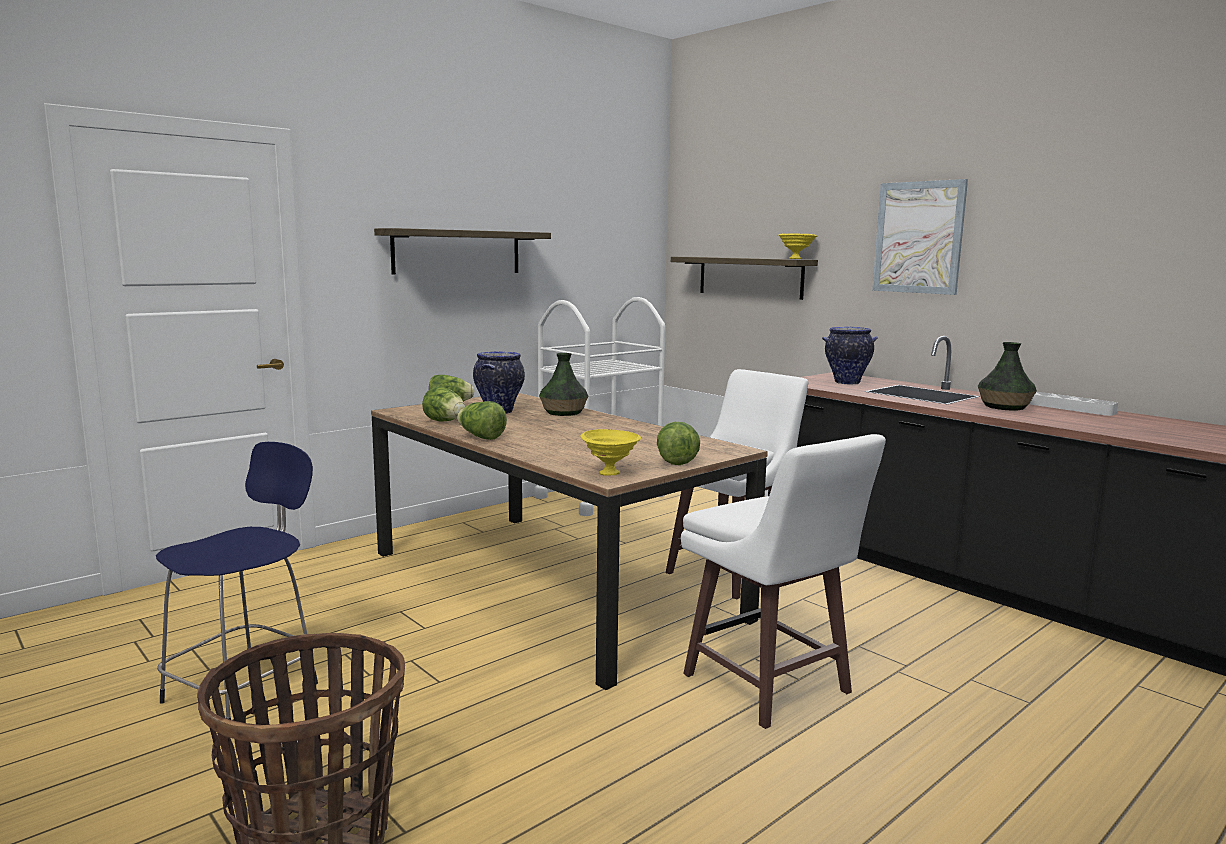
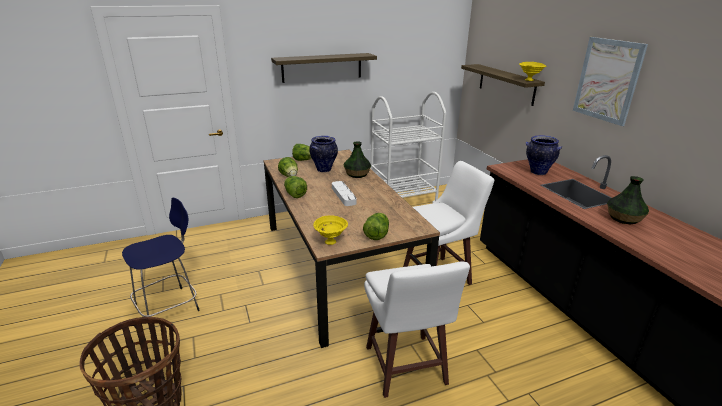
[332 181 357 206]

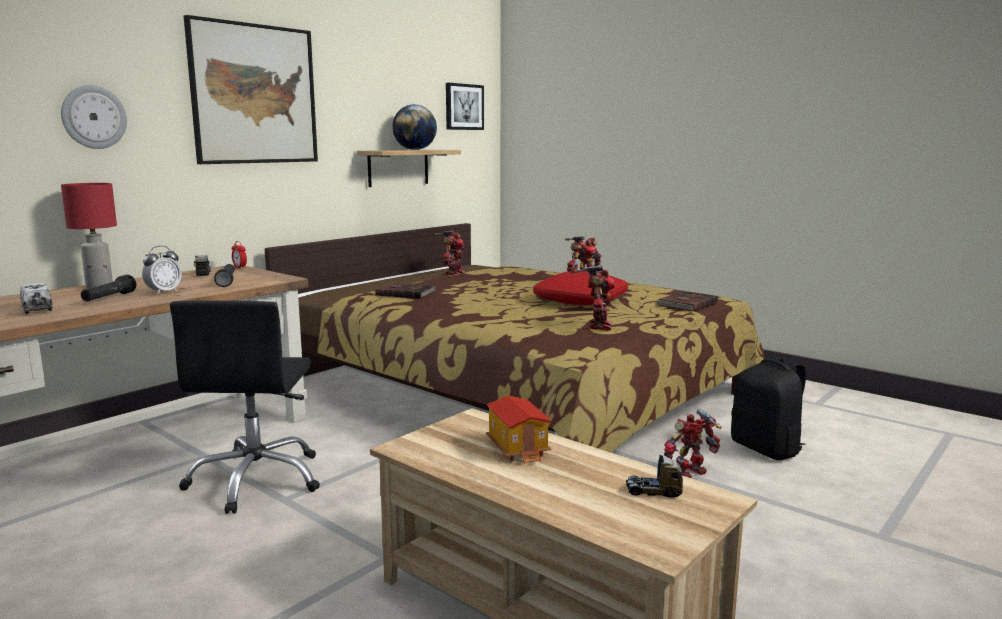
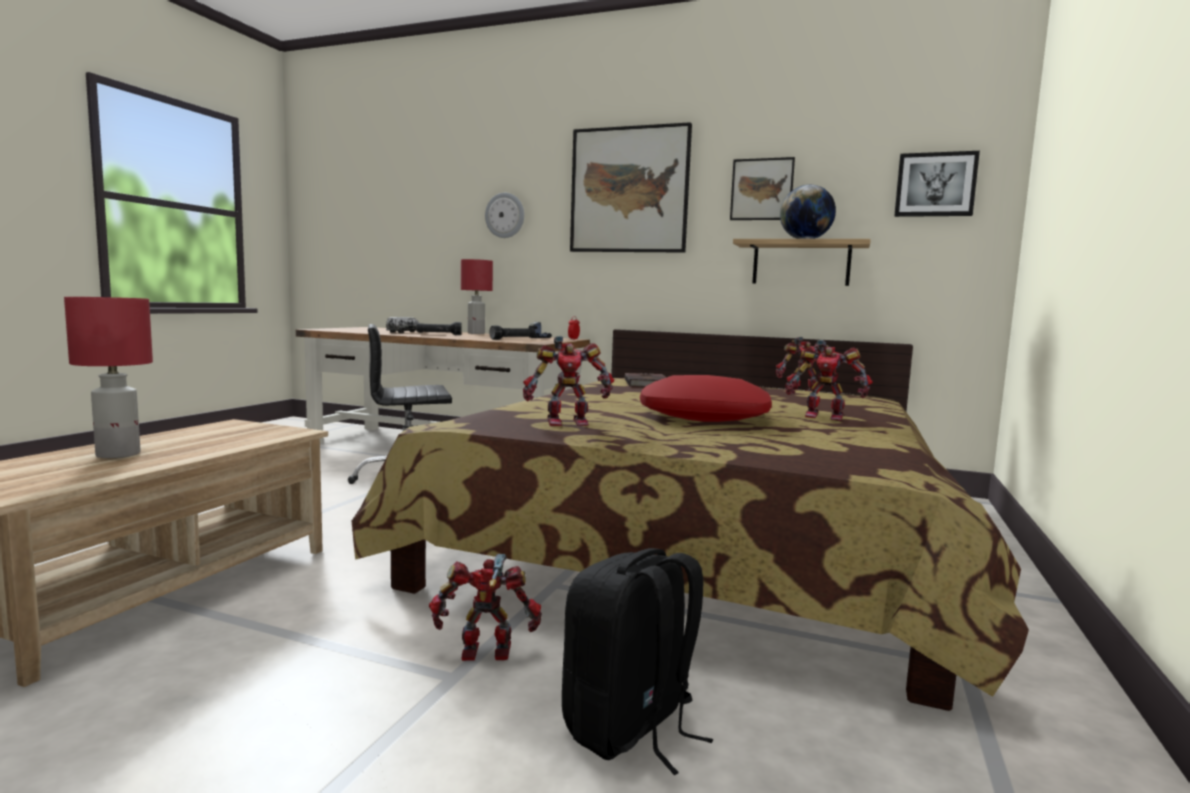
[142 246 182 294] (first image)
[486 395 552 464] (first image)
[626 455 683 498] (first image)
[656 291 718 311] (first image)
[64 297 153 458]
[730 157 795 220]
[429 554 542 661]

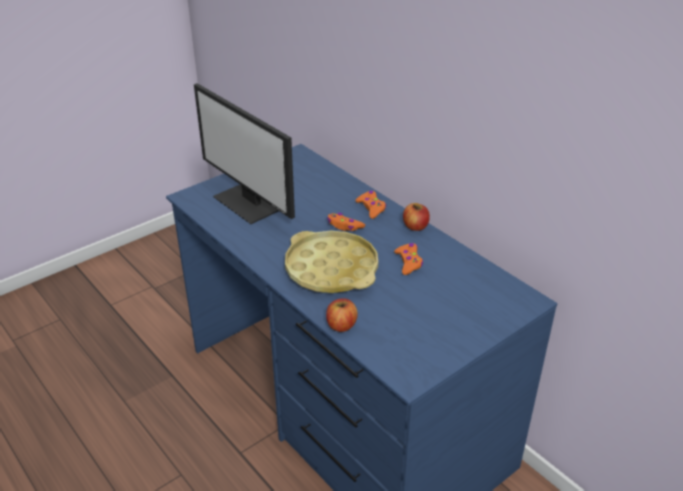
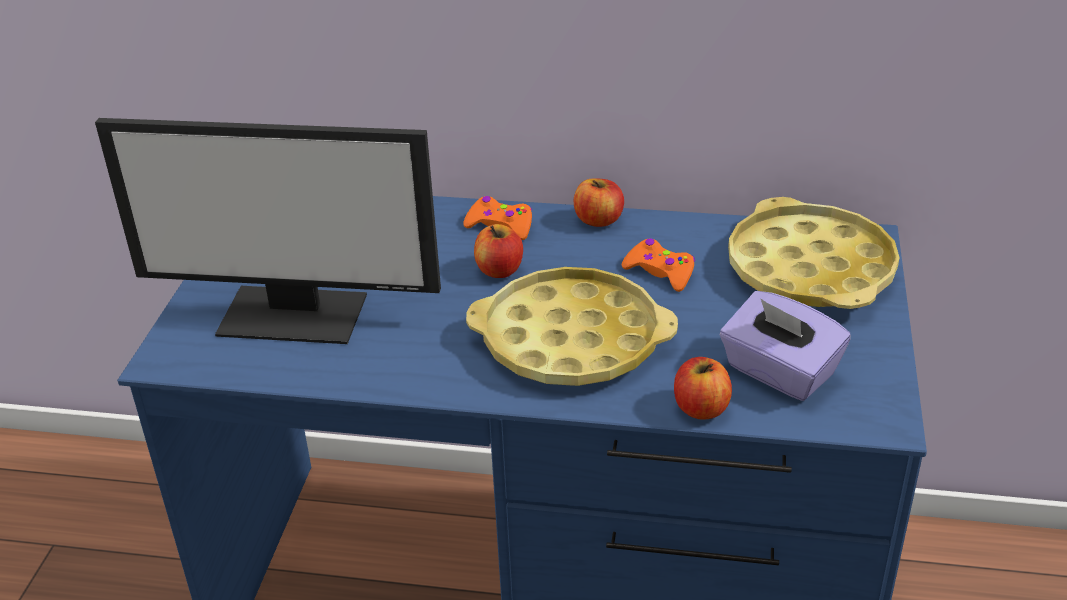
[720 291 851 401]
[728 197 900 309]
[474 224 523 278]

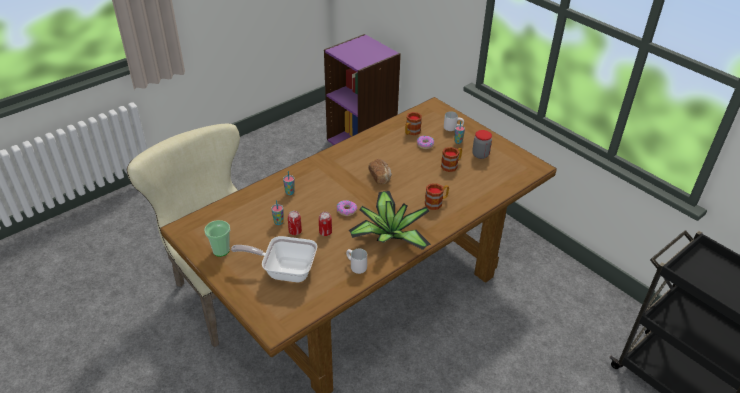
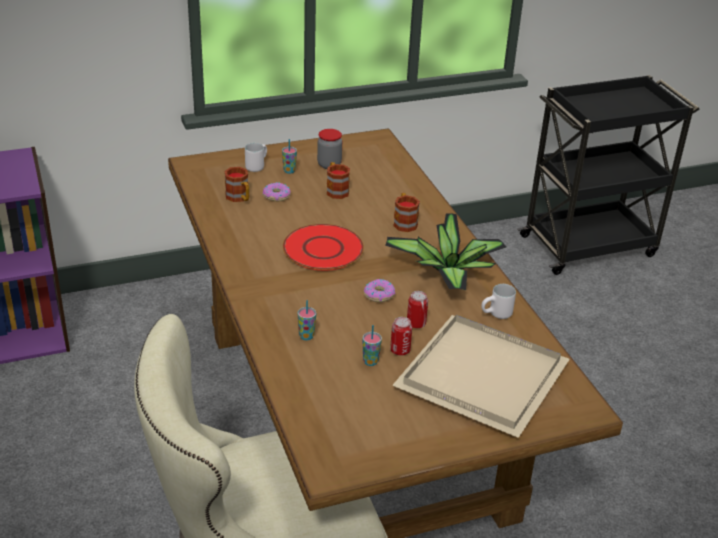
[204 220 230 257] (first image)
[392 315 570 438]
[283 224 364 271]

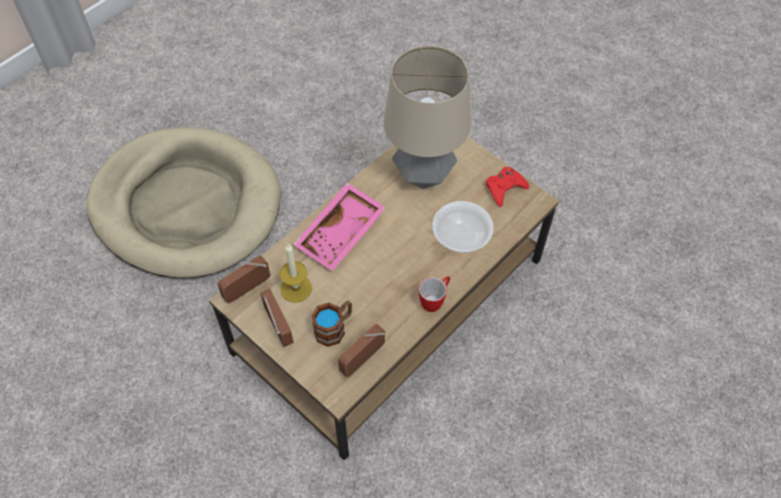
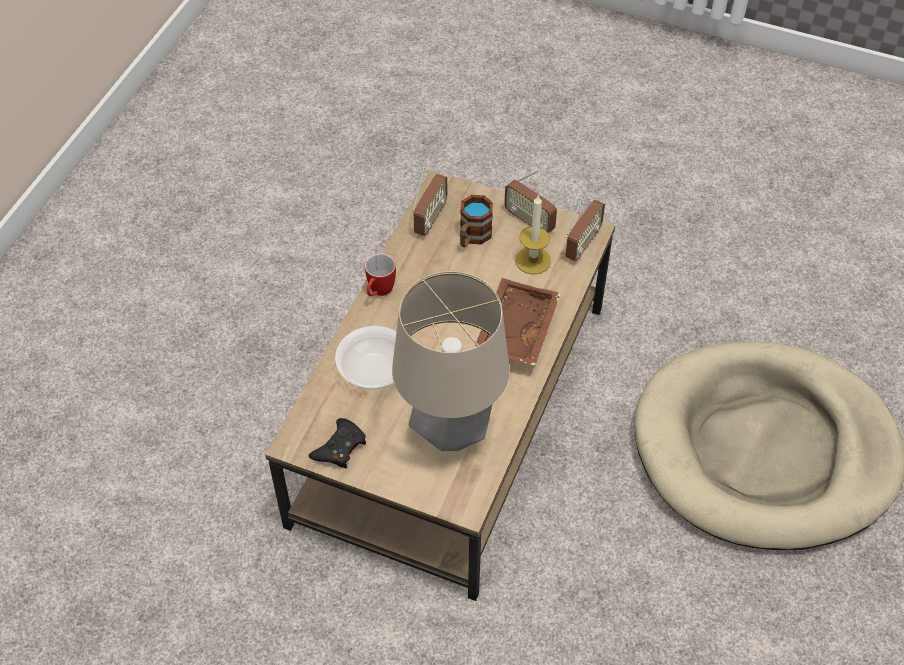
[474 278 561 366]
[308 418 366 469]

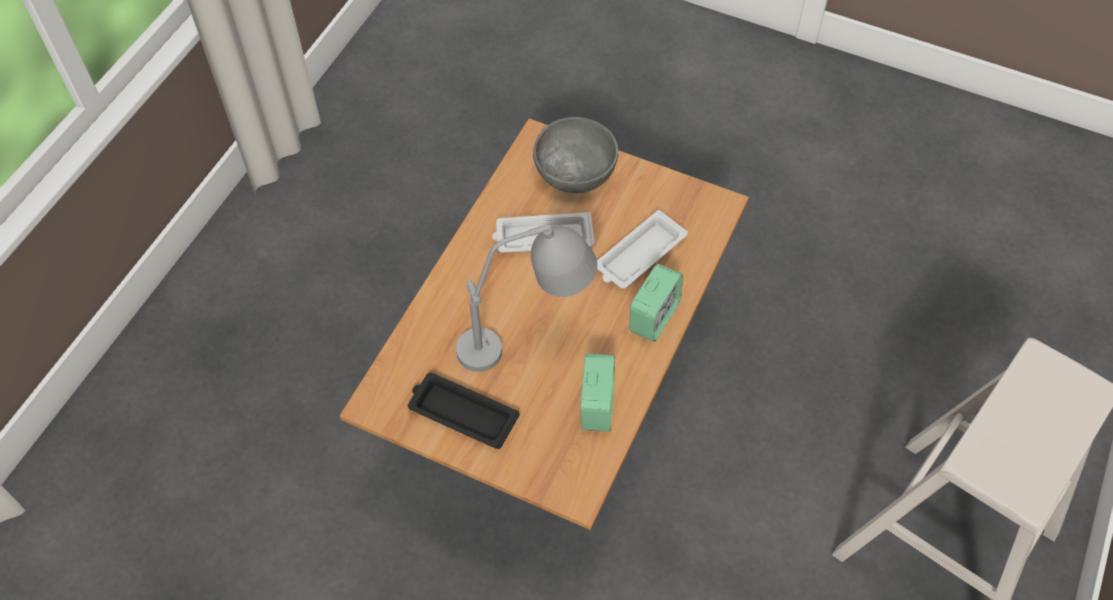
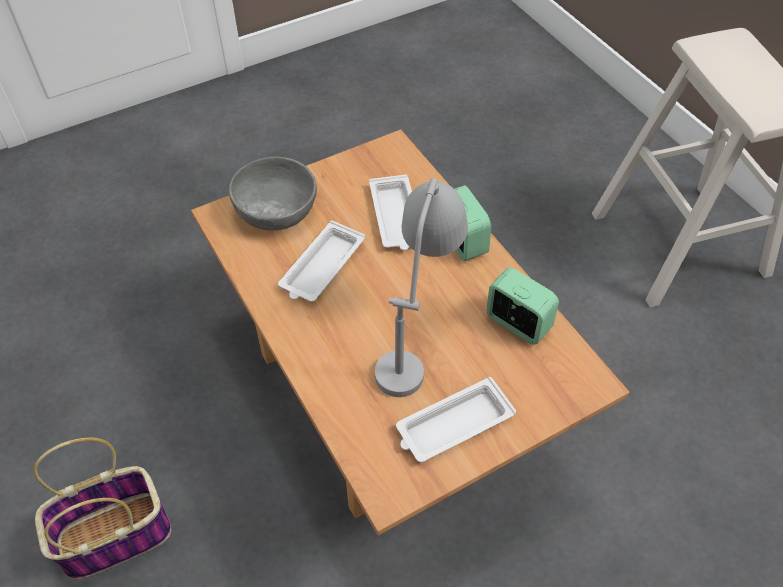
[33 438 172 579]
[396 377 516 463]

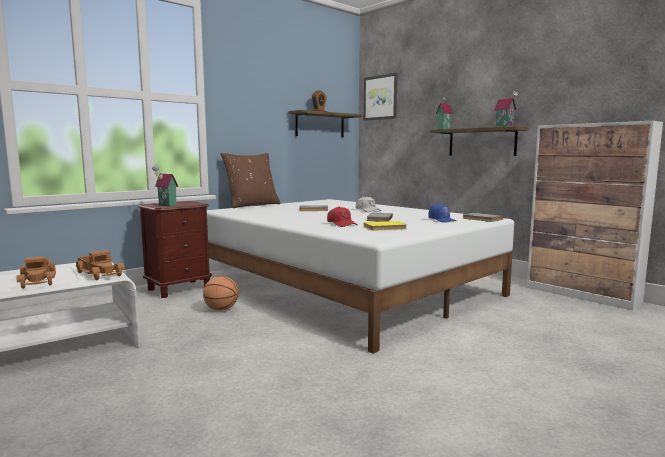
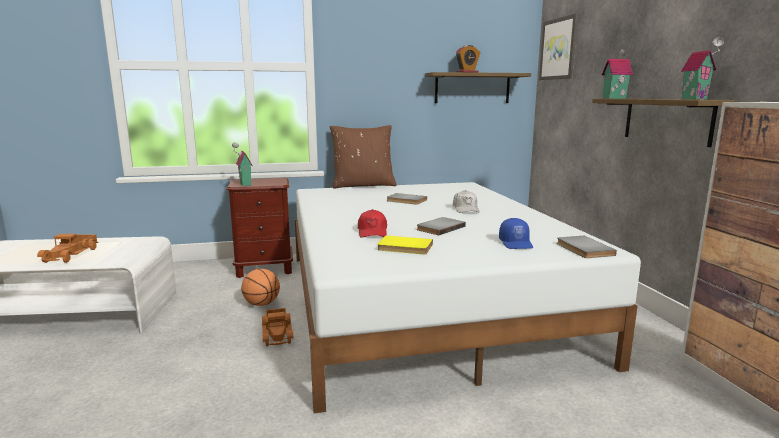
[262 308 293 347]

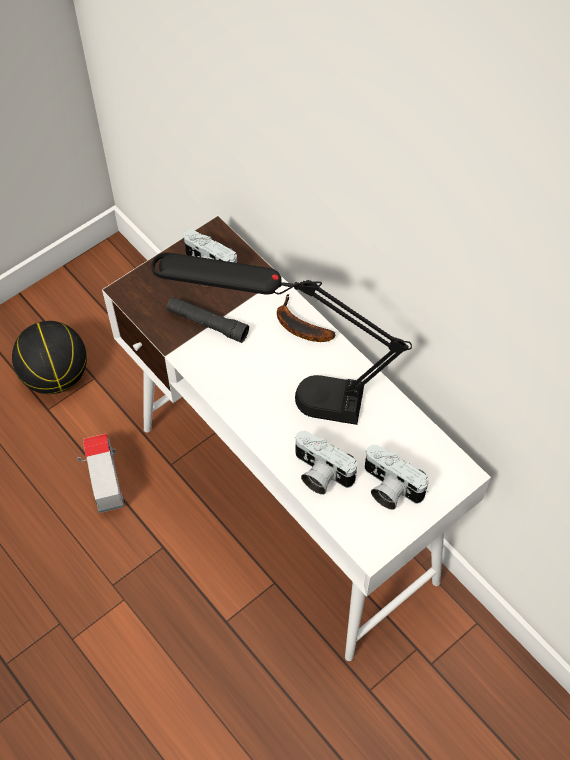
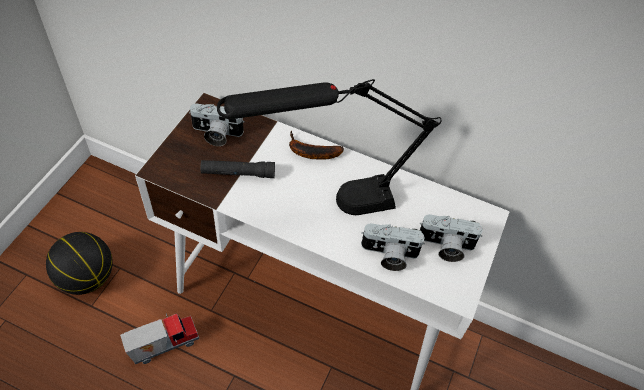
[120 313 199 364]

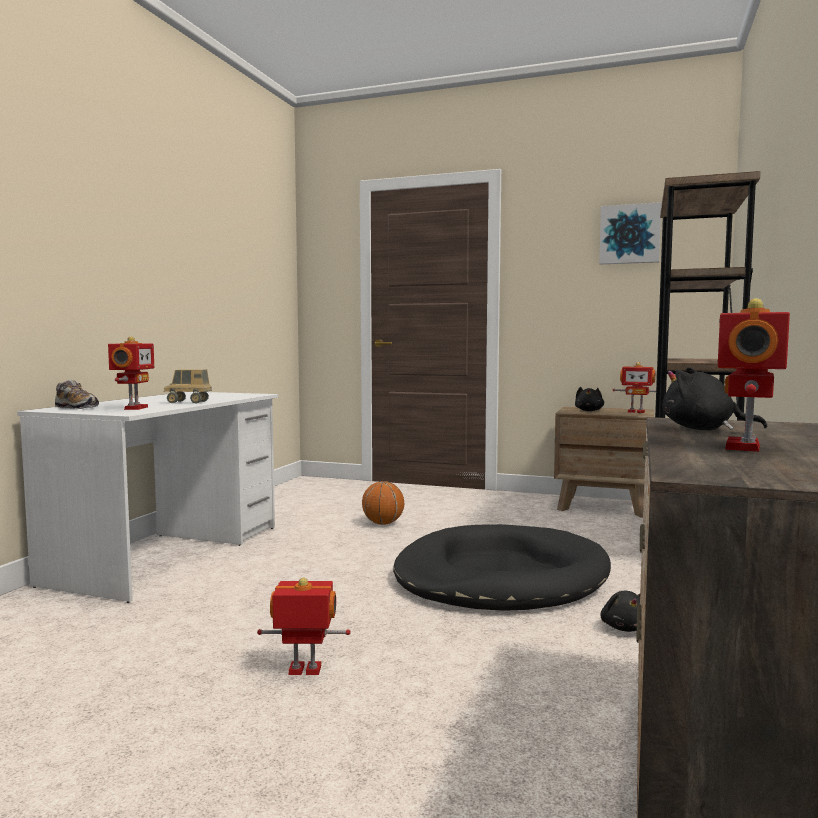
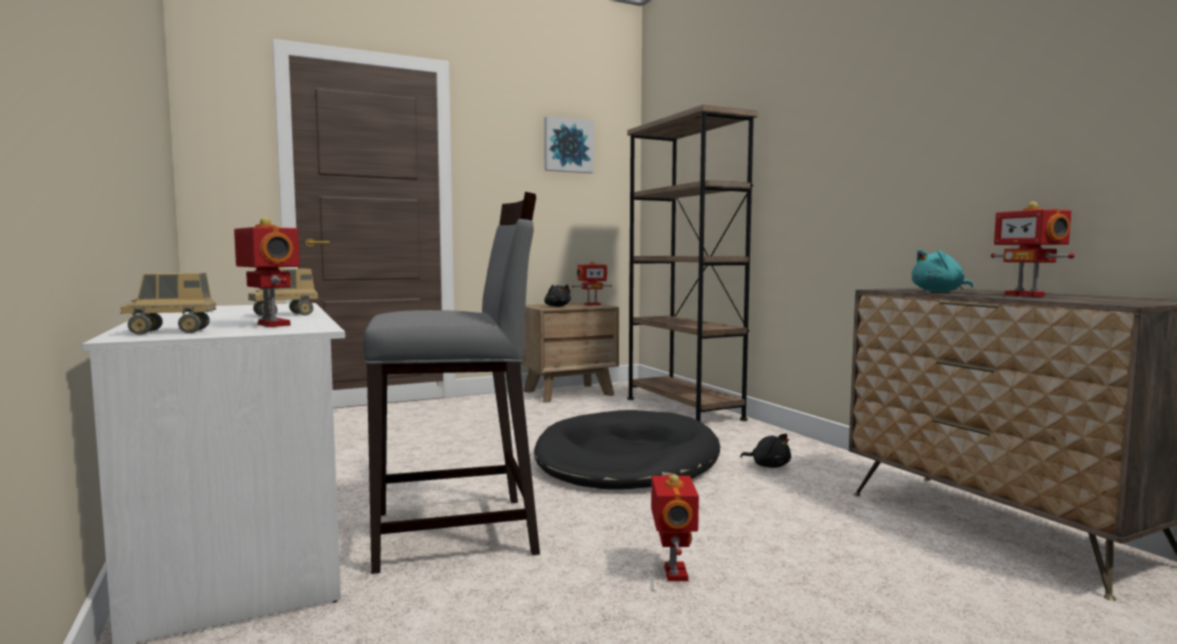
[362 481 404 525] (first image)
[363 192 540 574]
[120 273 216 335]
[912 249 973 292]
[651 474 699 581]

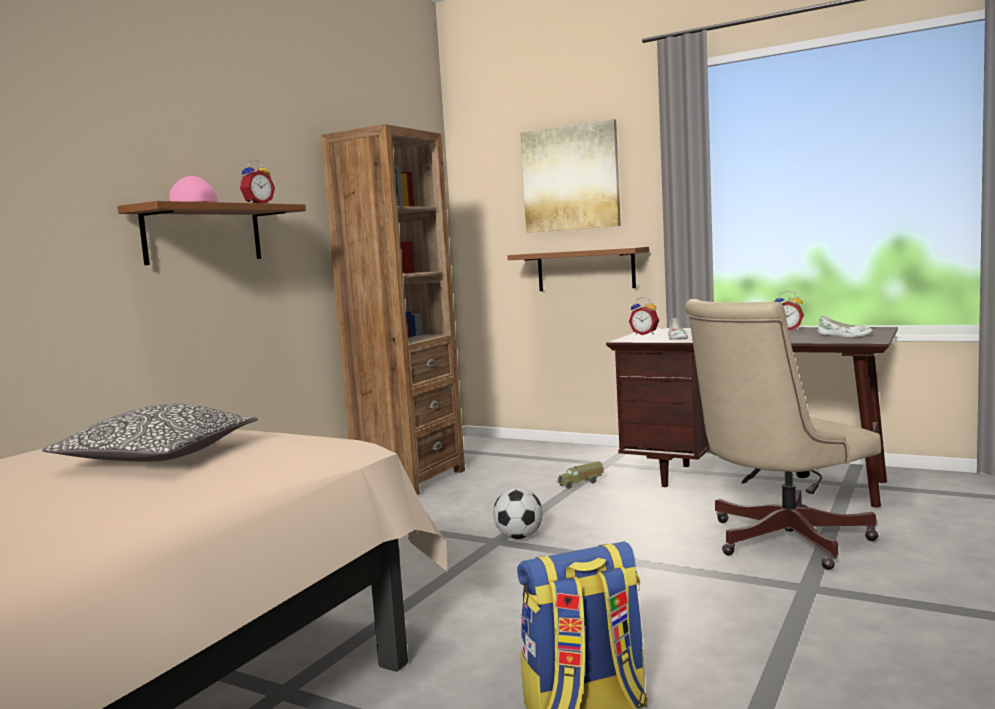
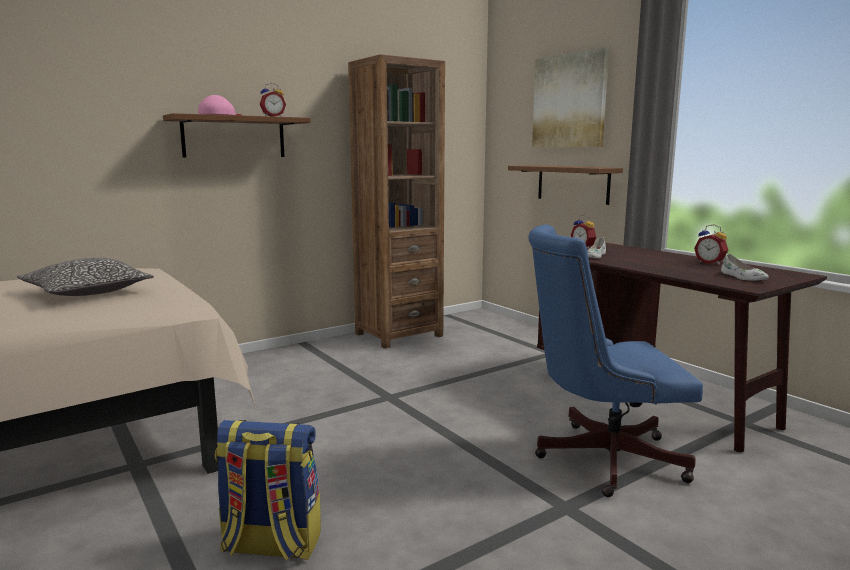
[493 488 543 539] (first image)
[556 461 604 489] (first image)
[528 224 703 497]

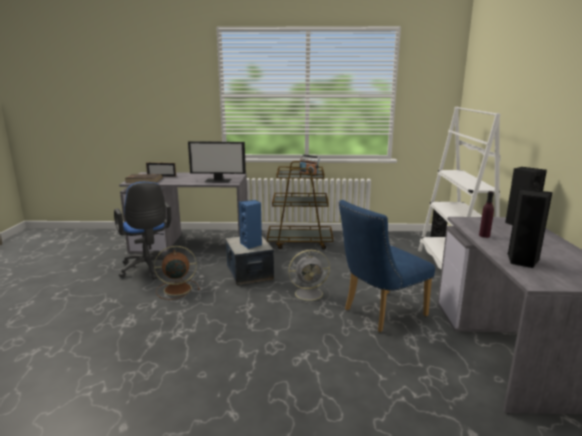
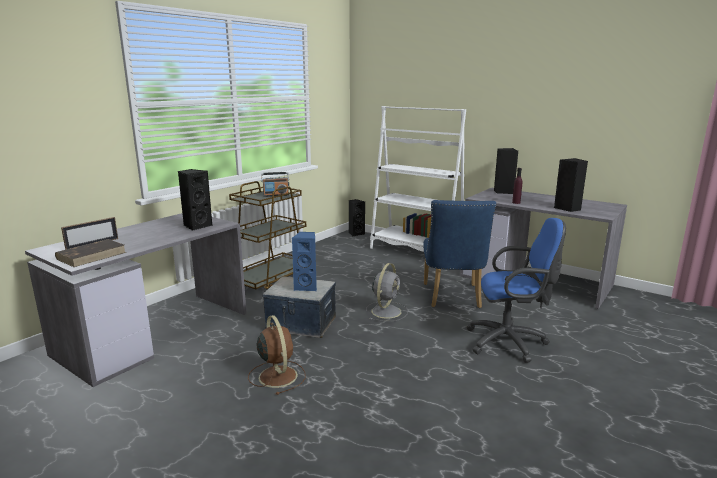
[467 218 566 363]
[178 169 212 231]
[248 315 306 395]

